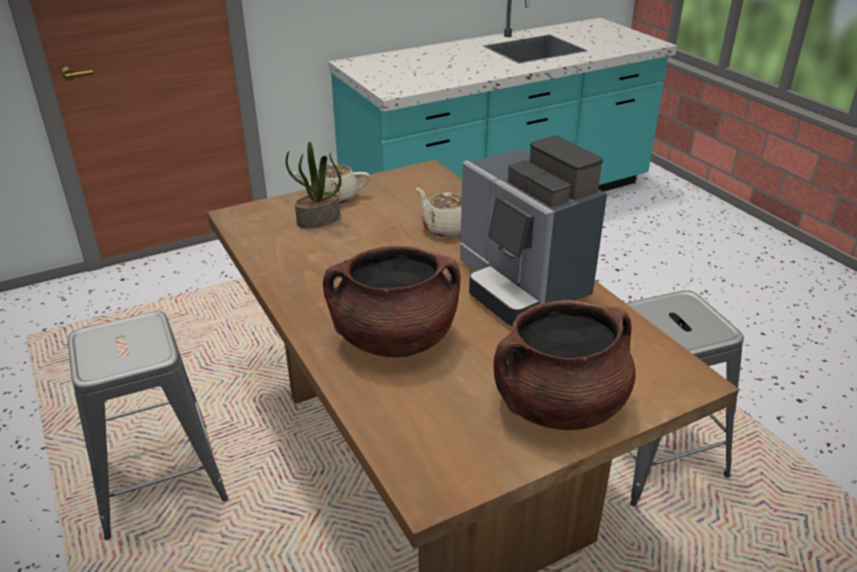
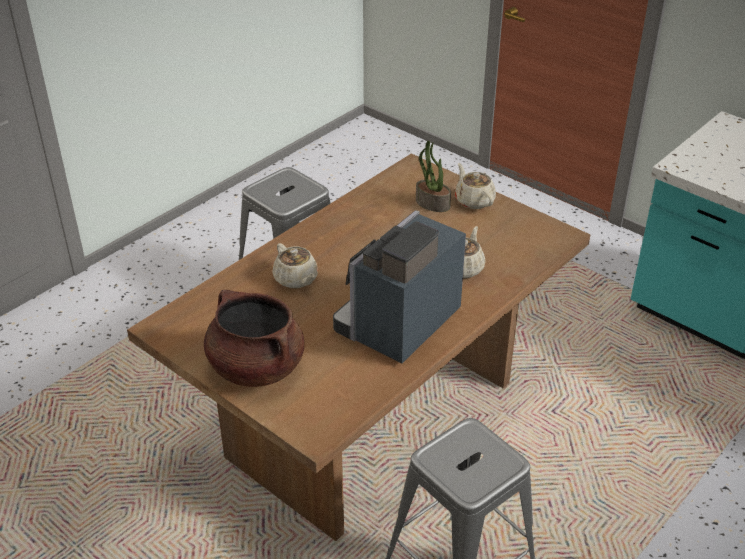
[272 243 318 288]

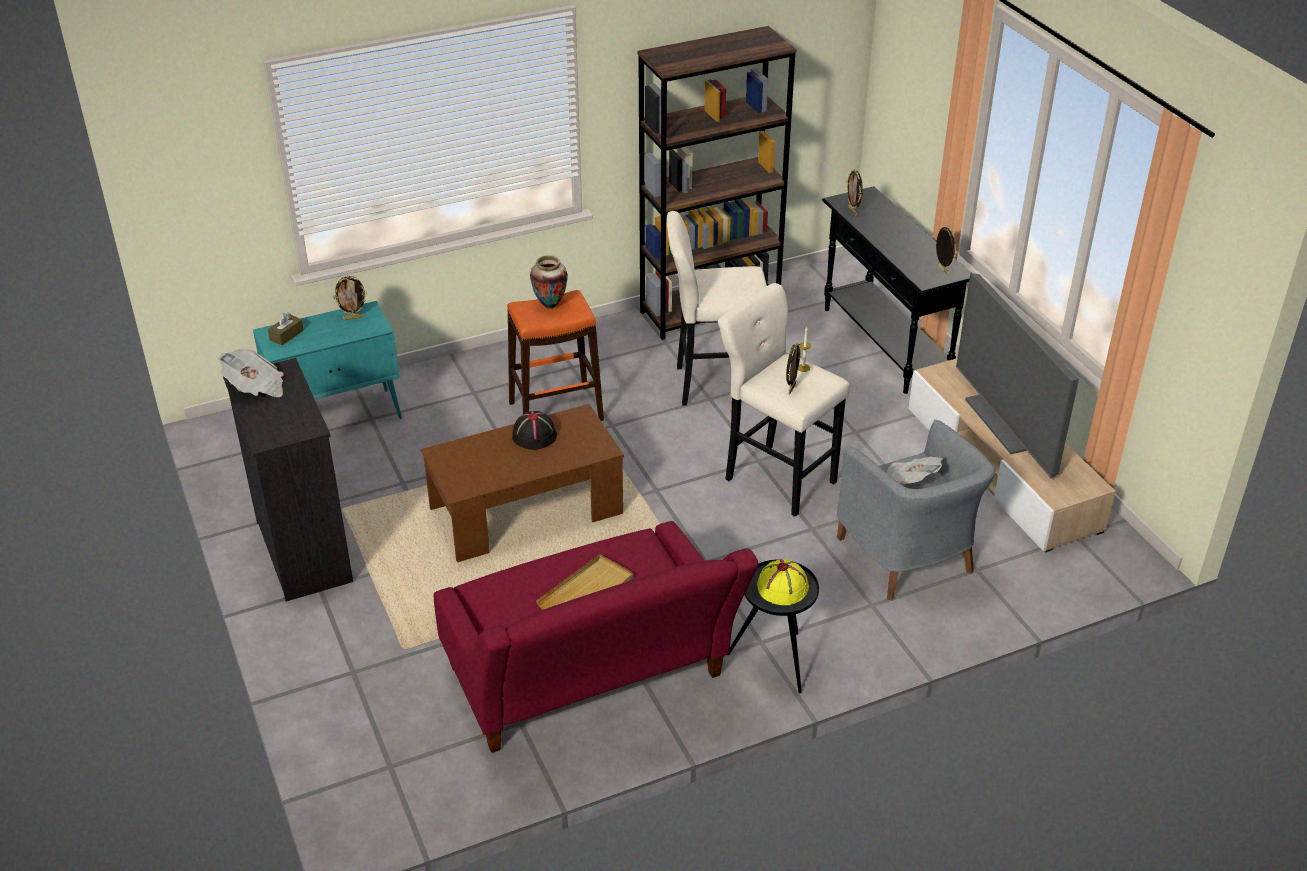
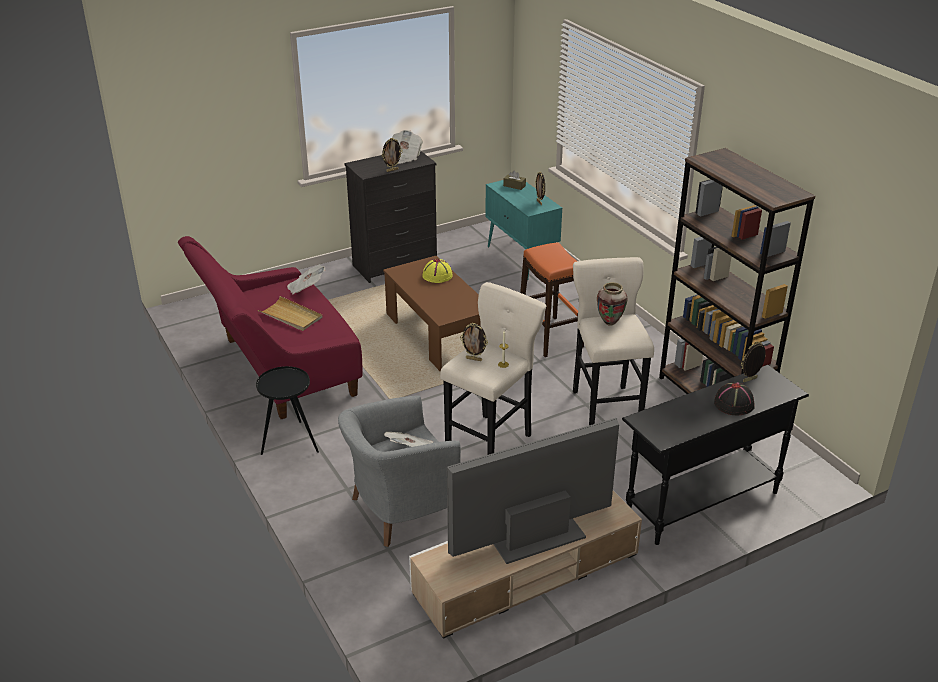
[287 264 326 295]
[714 382 755 415]
[597 282 628 326]
[423 259 453 283]
[382 138 402 172]

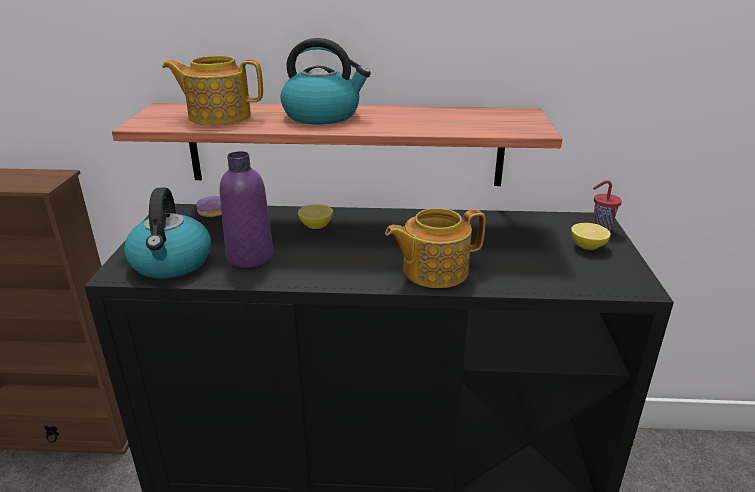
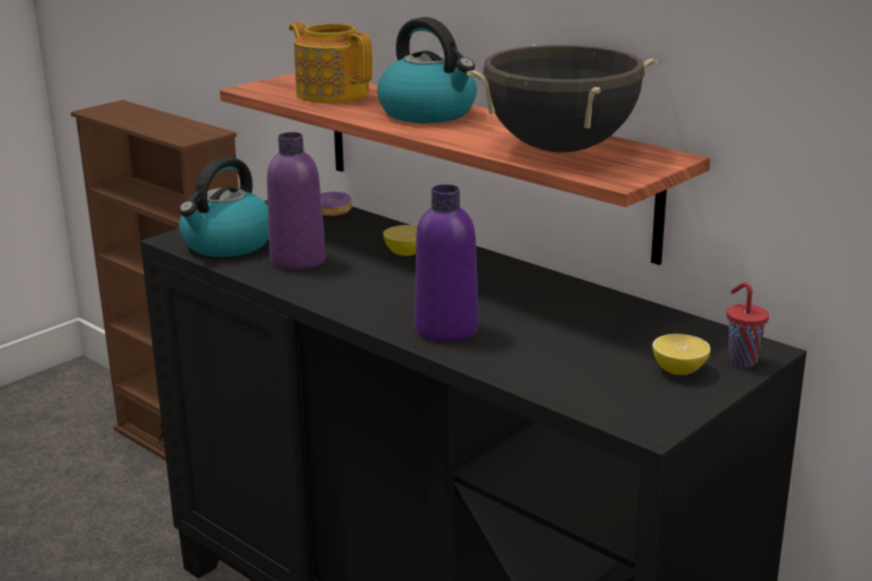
[466 45 657 153]
[414 184 479 342]

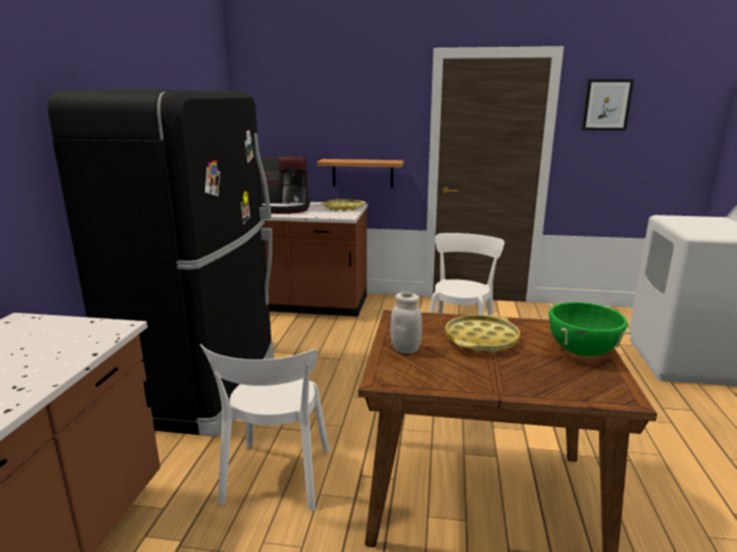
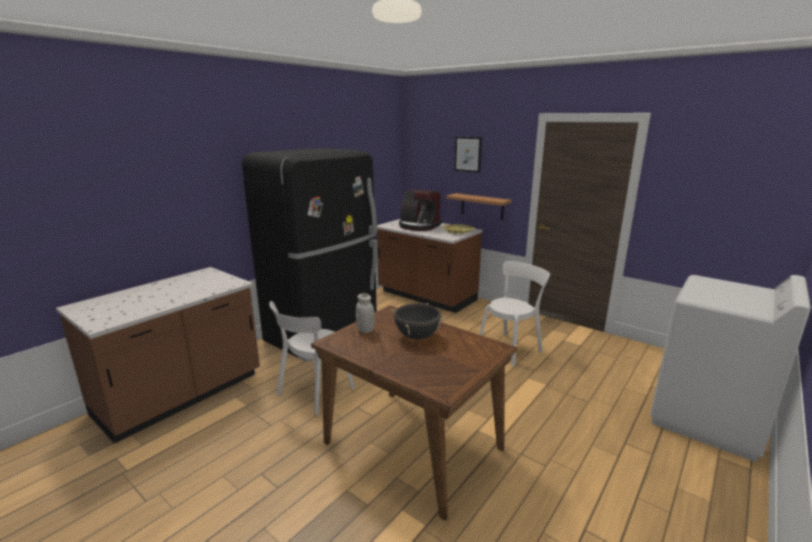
[547 302 633 357] (first image)
[454 137 482 173]
[391 303 446 339]

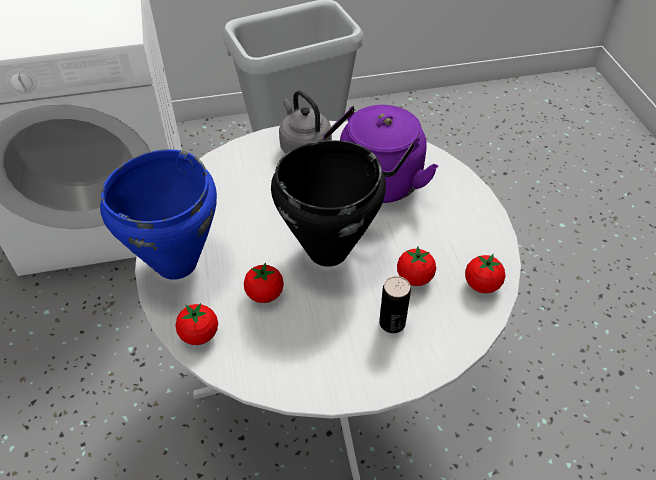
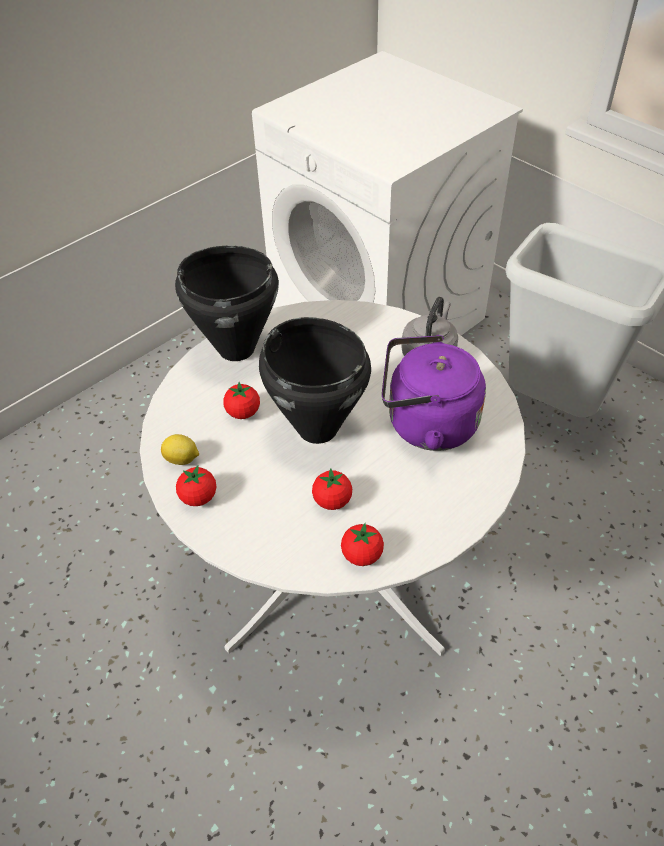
[379 276 411 333] (first image)
[161 434 199 465]
[176 466 216 506]
[175 246 279 361]

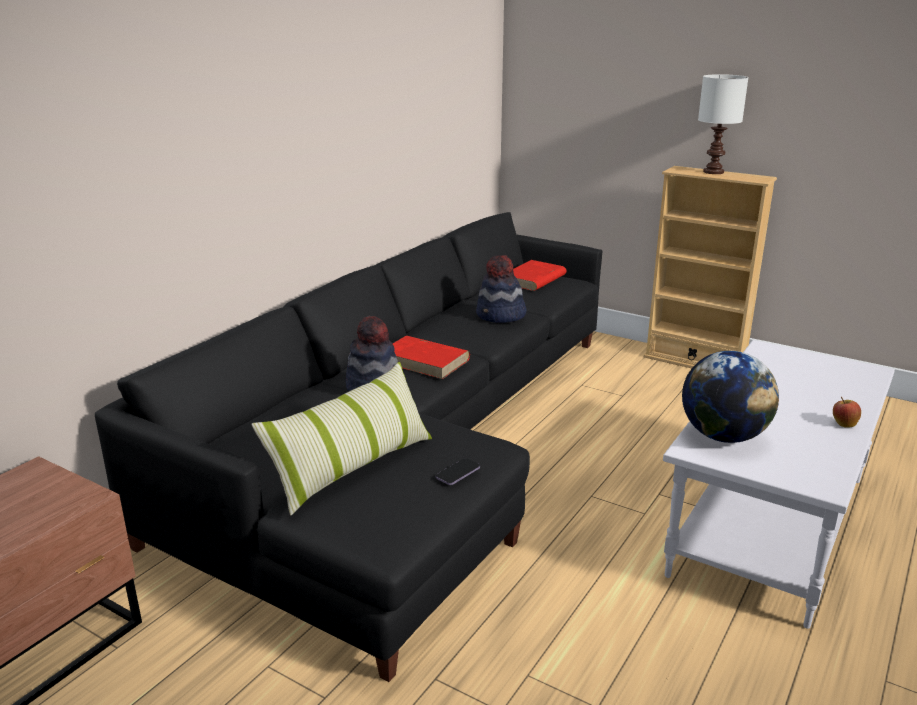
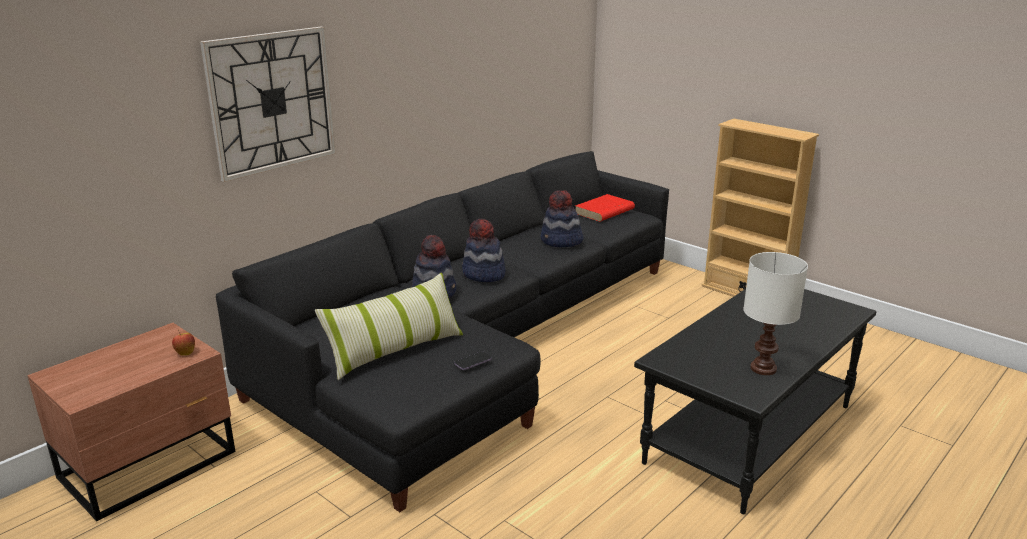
[682 351 779 443] (first image)
[200 27 336 182]
[743 252 808 375]
[172 330 195 356]
[462 218 505 282]
[634 289 876 514]

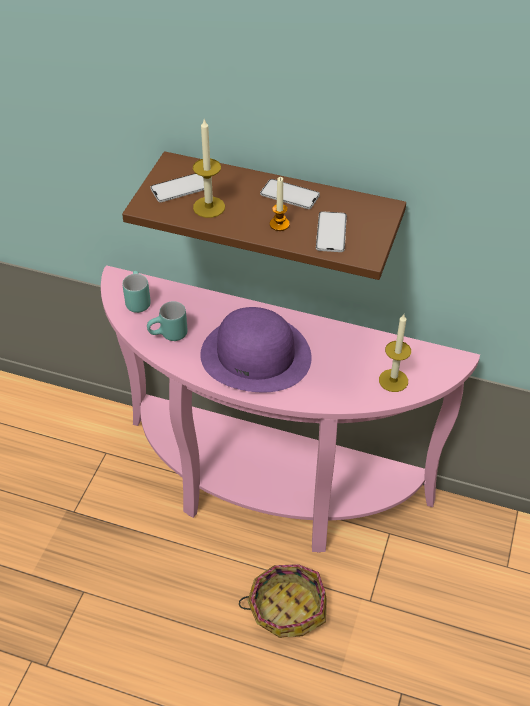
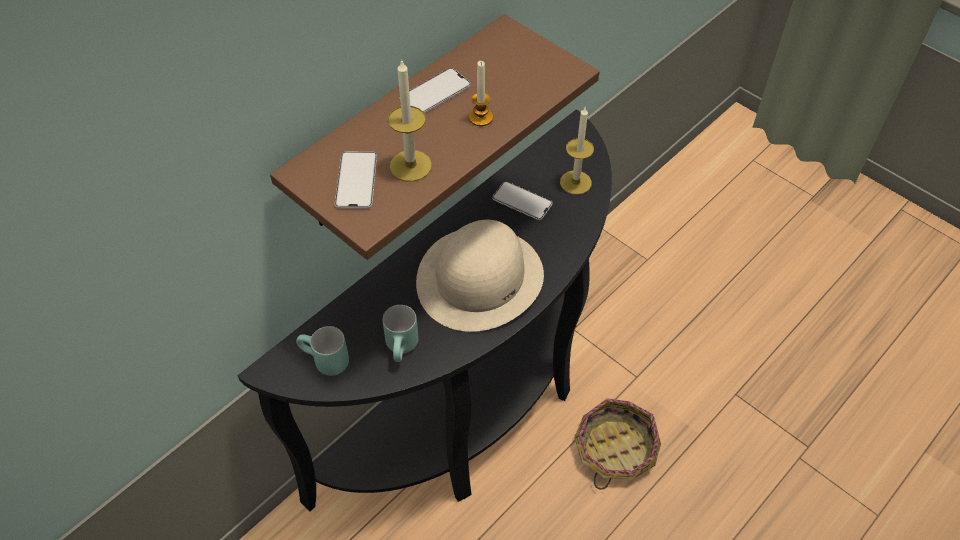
[492 181 553 220]
[238 109 612 511]
[416 220 544 332]

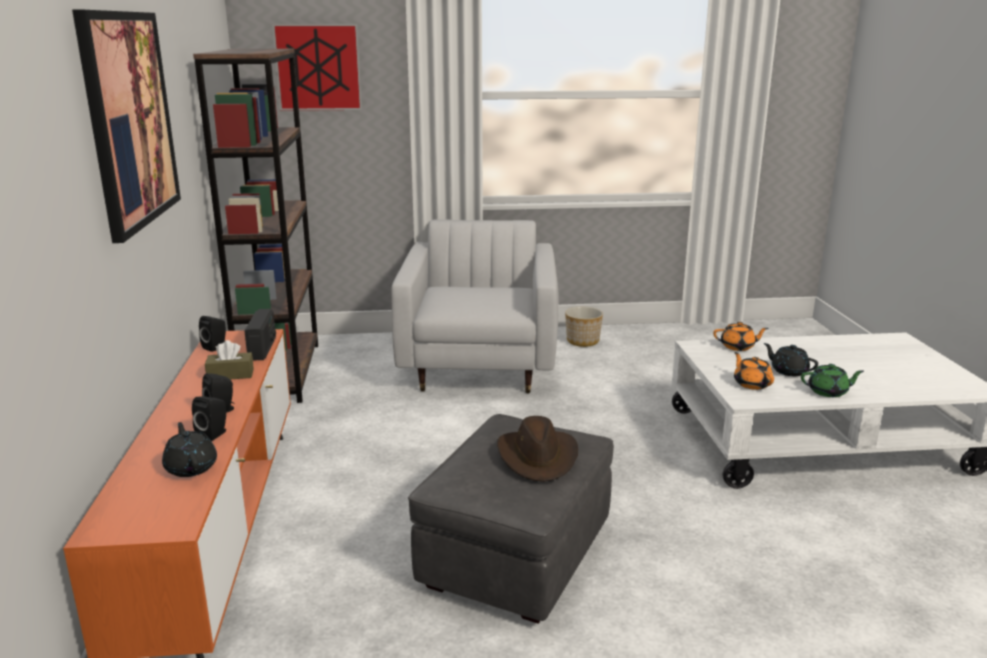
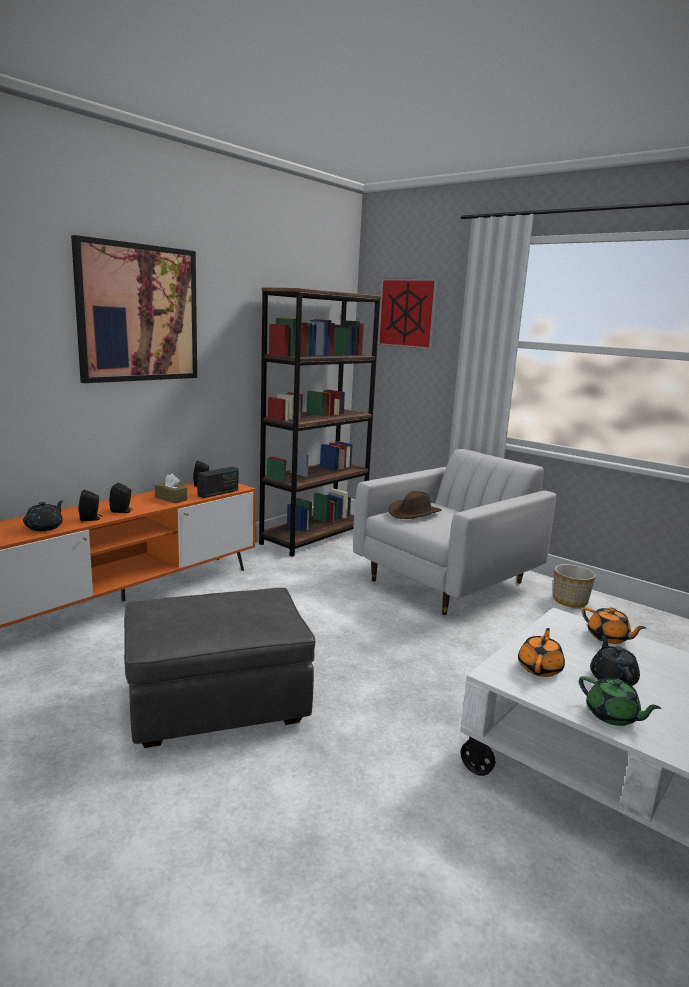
[388 491 442 519]

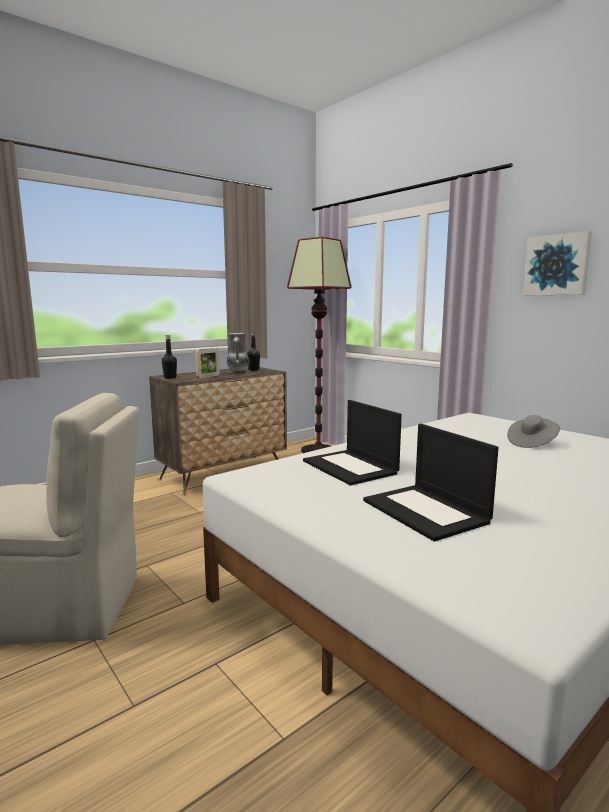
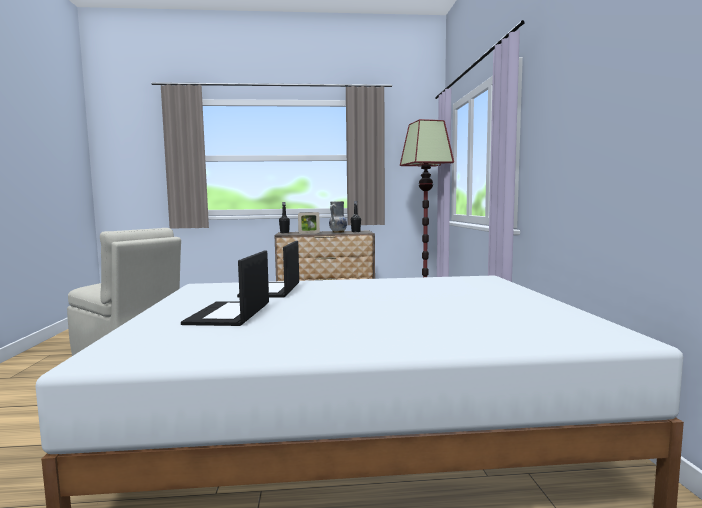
[507 415 560 448] (first image)
[523 231 592 296] (first image)

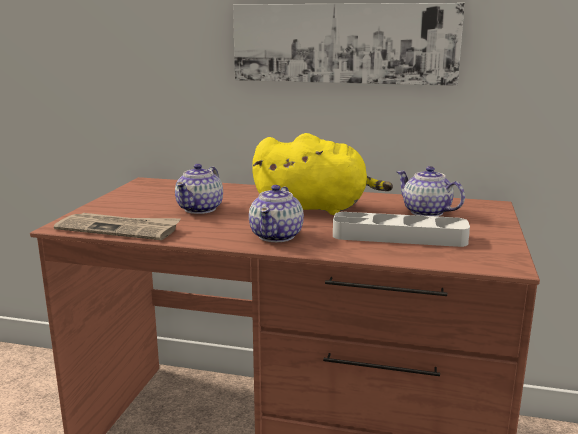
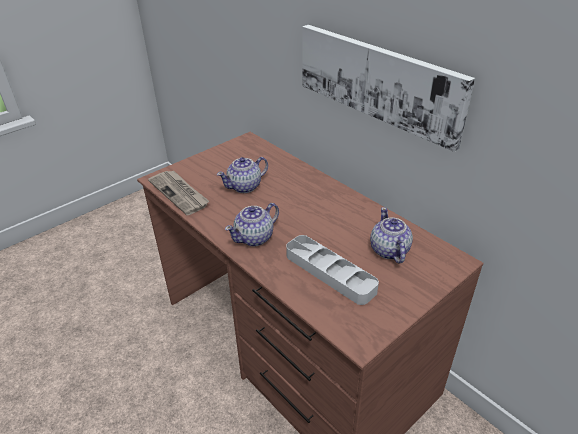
[252 133 393 215] (first image)

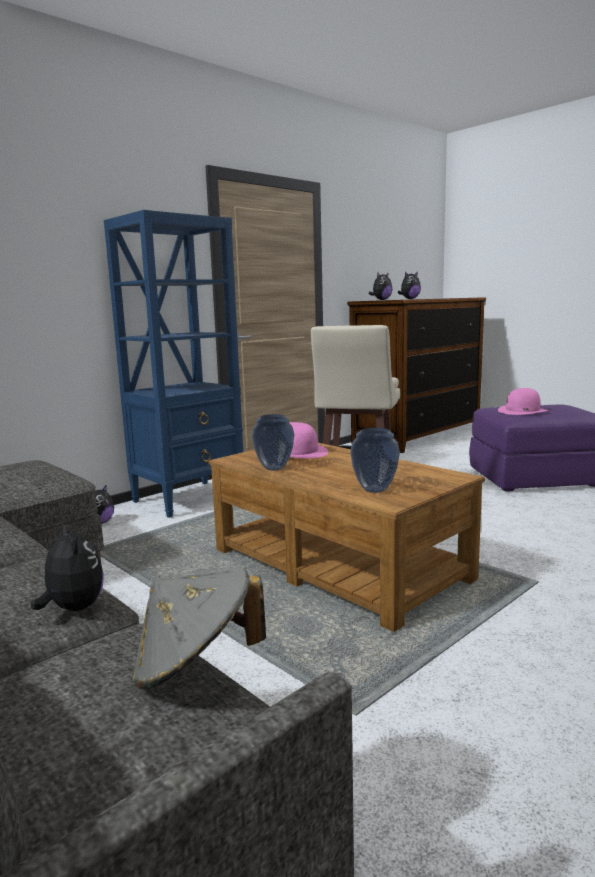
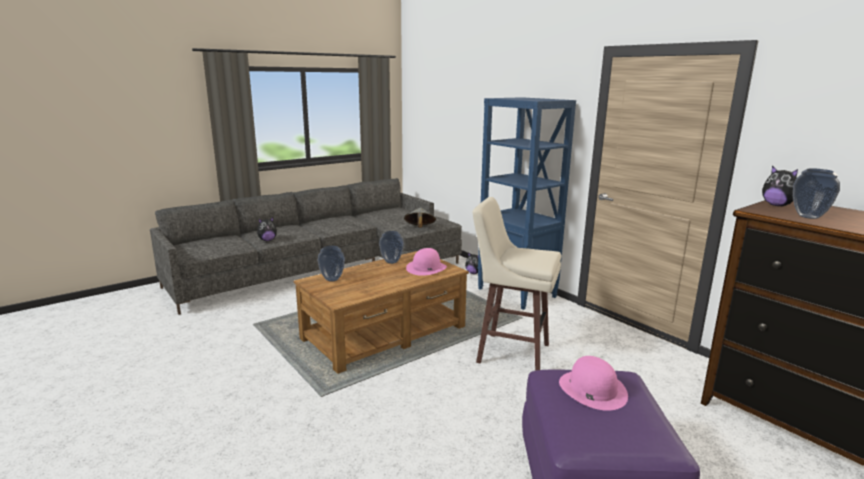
[404 207 436 228]
[793 168 840 219]

